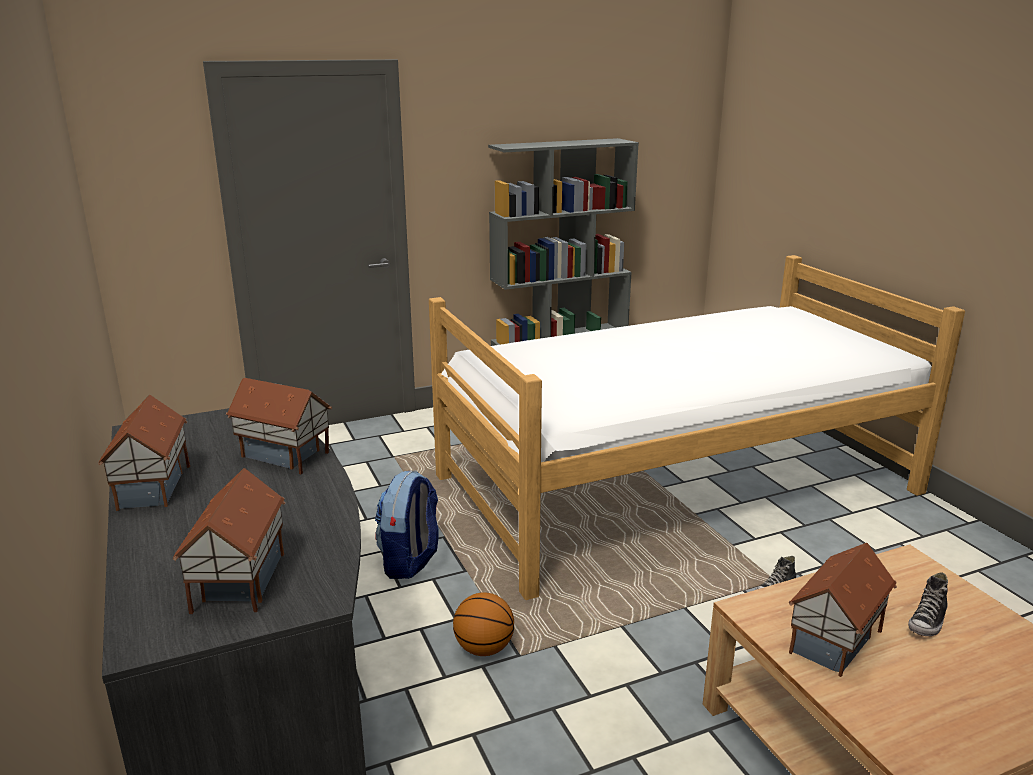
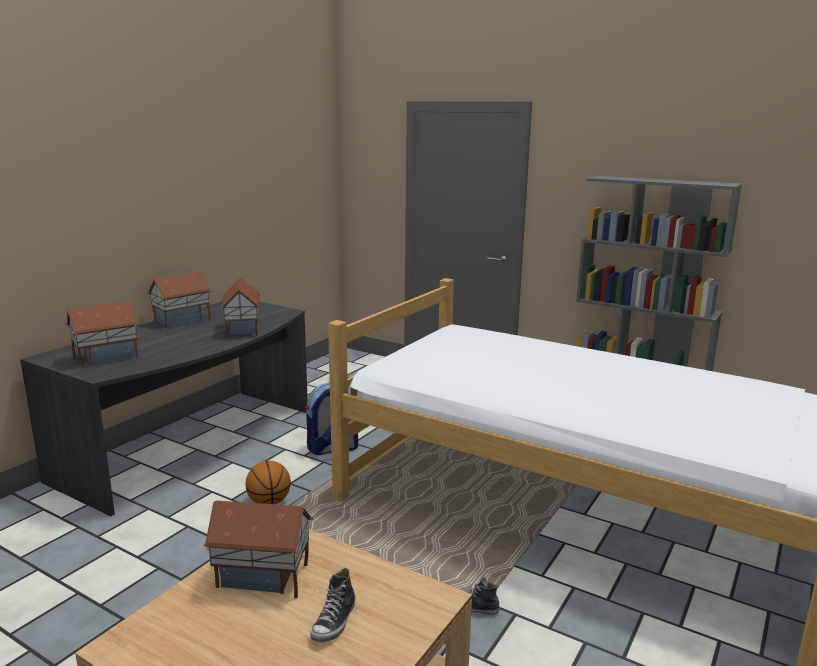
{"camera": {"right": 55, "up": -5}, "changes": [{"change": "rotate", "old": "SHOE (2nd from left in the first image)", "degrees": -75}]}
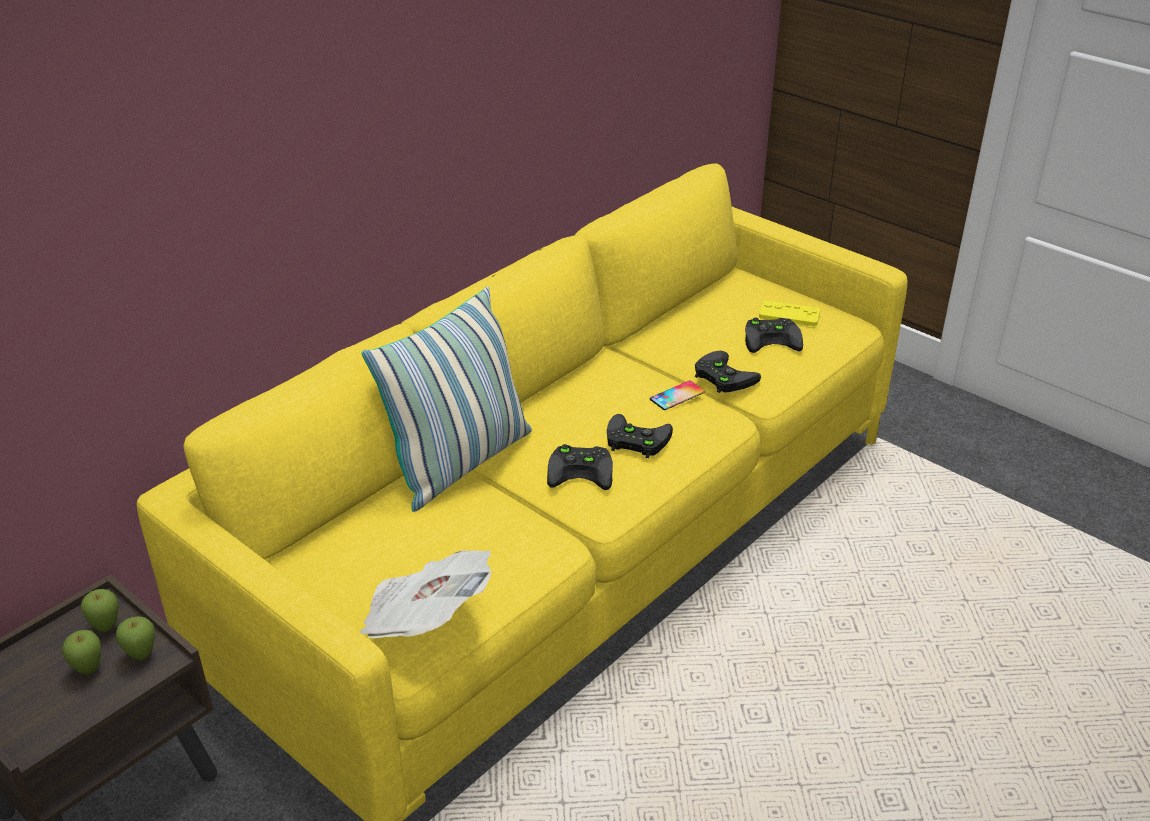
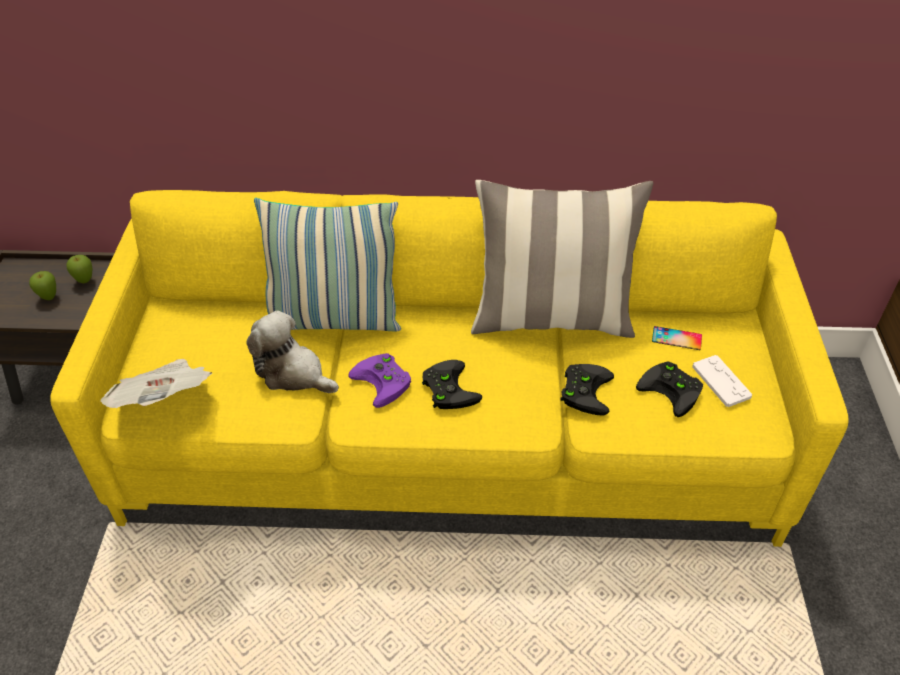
{"camera": {"right": 50, "up": 10}, "changes": [{"change": "recolor", "old": "YELLOW GAME CONTROLLER", "new": "WHITE GAME CONTROLLER"}, {"change": "move", "old": "PHONE"}, {"change": "recolor", "old": "BLACK GAME CONTROLLER (1st from left)", "new": "PURPLE GAME CONTROLLER"}, {"change": "delete", "old": "APPLE (3rd from left)"}, {"change": "insert", "new": "PILLOW (2nd from left)"}, {"change": "insert", "new": "PLUSH TOY"}]}
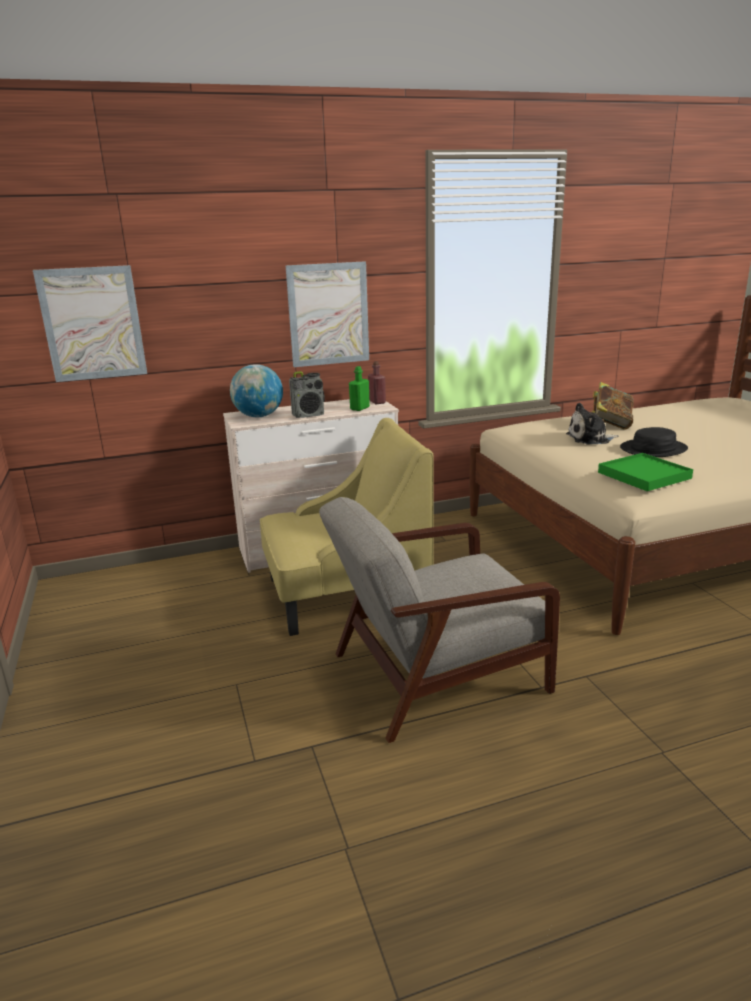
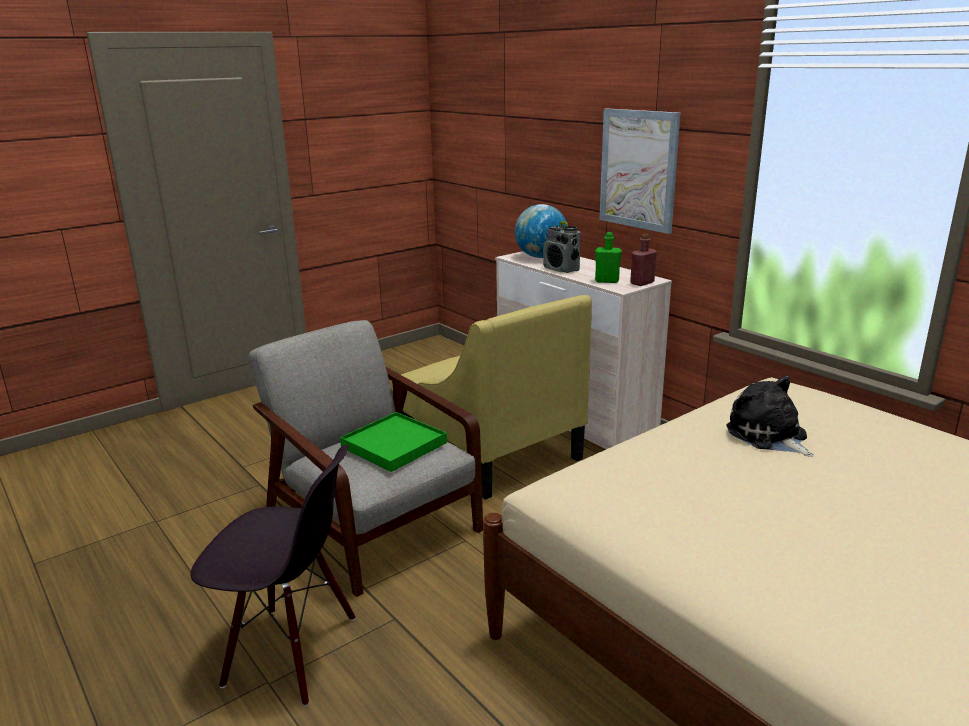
{"camera": {"right": 70, "up": 0}, "changes": [{"change": "delete", "old": "PICTURE (1st from left)"}, {"change": "delete", "old": "BOOK"}, {"change": "delete", "old": "BLACK HAT"}, {"change": "move", "old": "GREEN TRAY"}, {"change": "insert", "new": "BLACK CHAIR"}]}
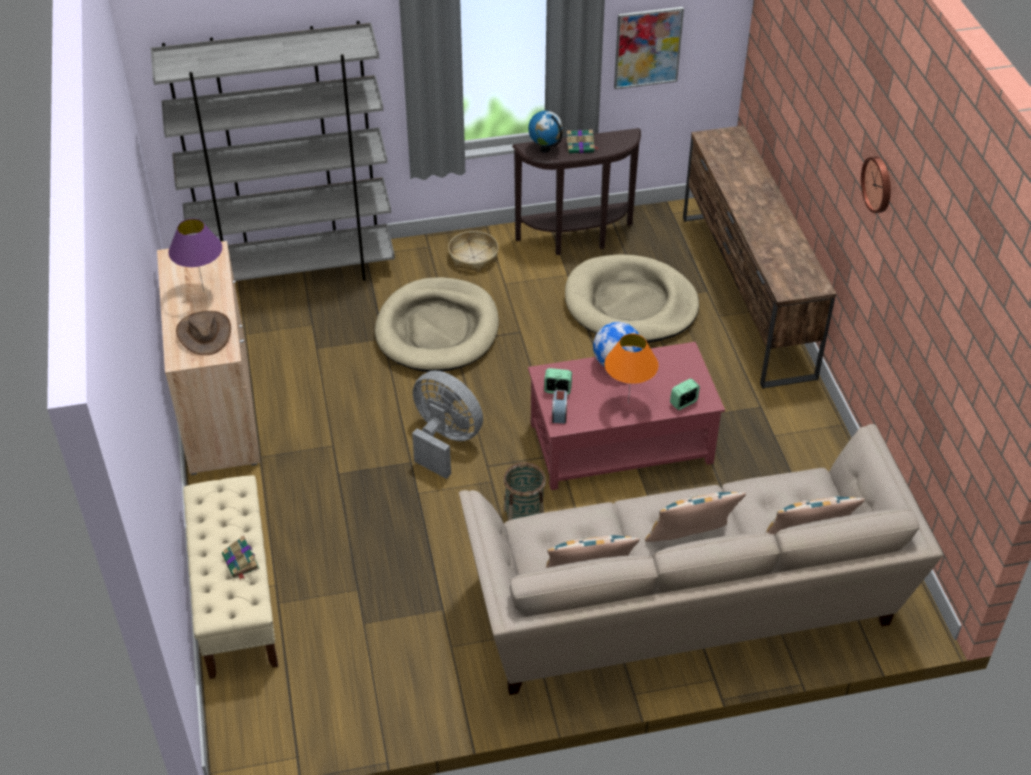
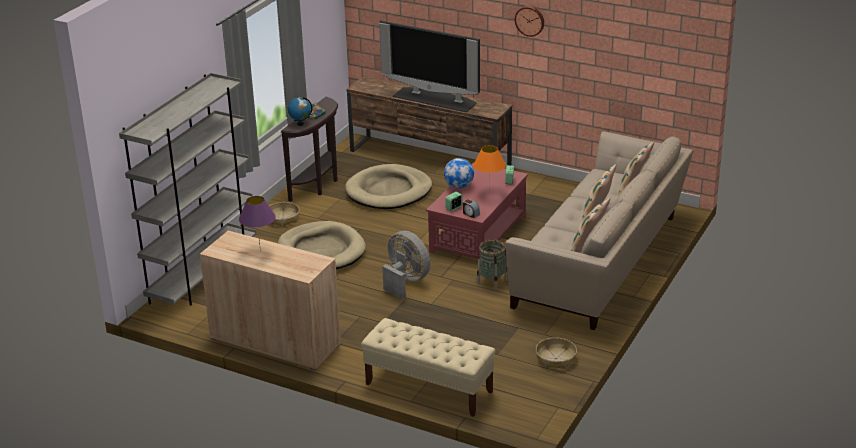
{"camera": {"right": -50, "up": -15}, "changes": [{"change": "delete", "old": "PICTURE"}, {"change": "delete", "old": "BROWN HAT"}, {"change": "rotate", "old": "GREY FAN", "degrees": 60}, {"change": "delete", "old": "BOOK (1st from left)"}, {"change": "insert", "new": "TELEVISION"}, {"change": "insert", "new": "BASKET (3rd from left)"}]}
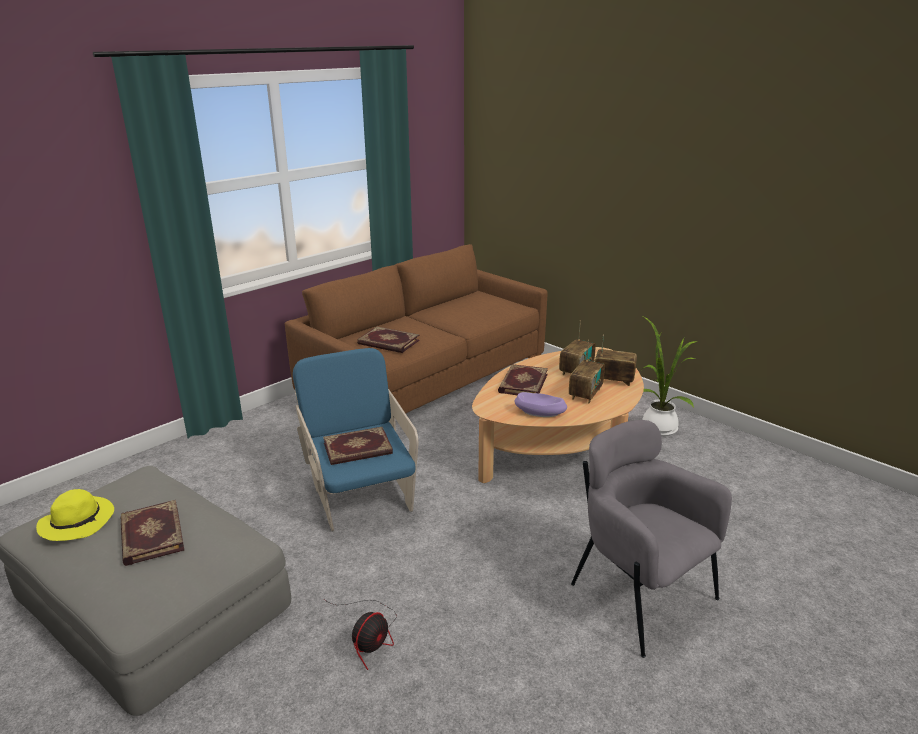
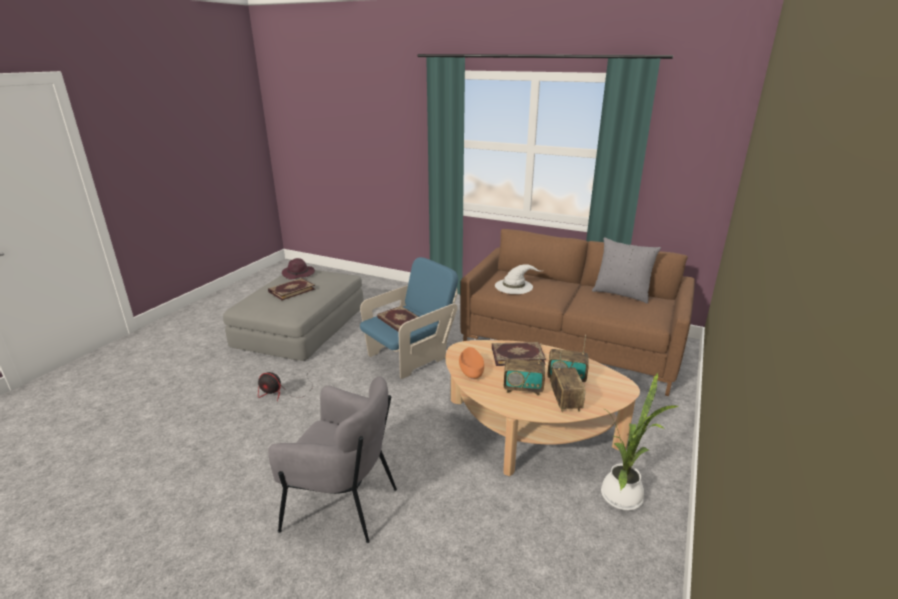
{"camera": {"right": 70, "up": 0}, "changes": [{"change": "replace", "old": "BOOK (3rd from left)", "new": "WHITE HAT"}, {"change": "recolor", "old": "PURPLE BOWL", "new": "ORANGE BOWL"}, {"change": "rotate", "old": "GREY ARMCHAIR", "degrees": 75}, {"change": "recolor", "old": "YELLOW HAT", "new": "PURPLE HAT"}, {"change": "insert", "new": "GREY PILLOW"}]}
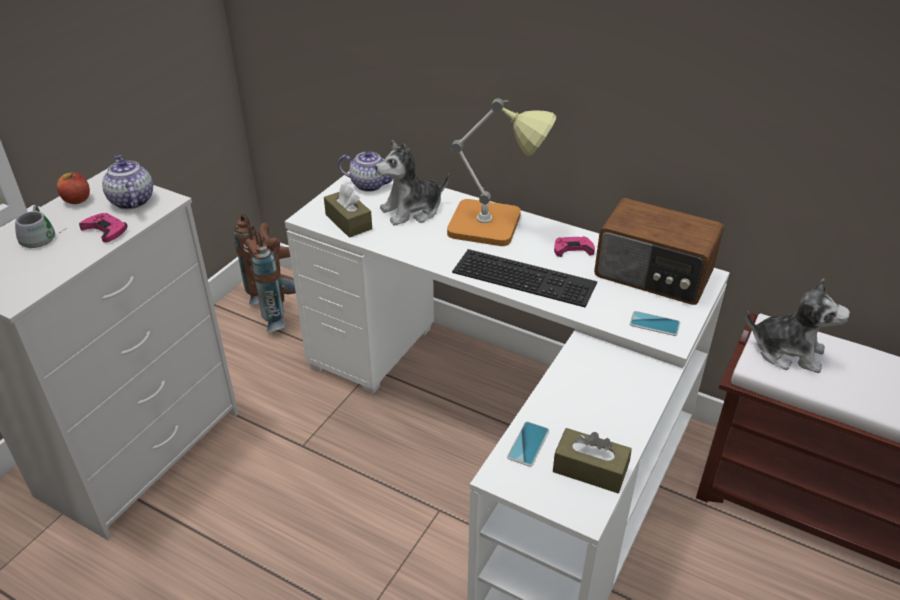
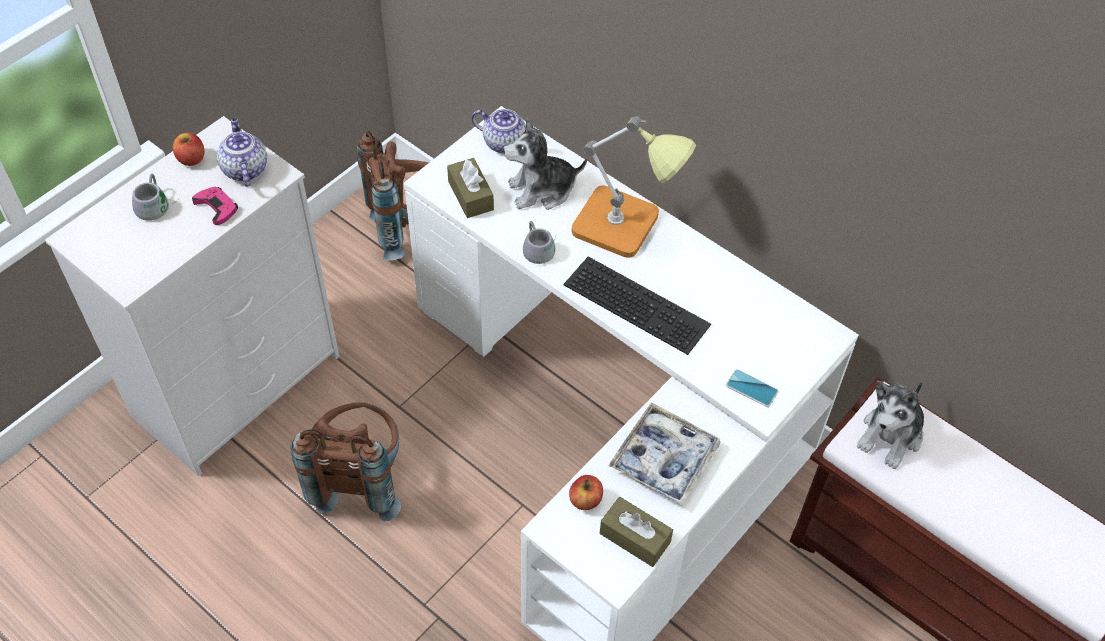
{"camera": {"right": 10, "up": 15}, "changes": [{"change": "delete", "old": "RADIO"}, {"change": "delete", "old": "PINK GAME CONTROLLER (2nd from left)"}, {"change": "rotate", "old": "PLUSH TOY (2nd from left)", "degrees": 90}, {"change": "replace", "old": "PHONE (1st from left)", "new": "APPLE (2nd from left)"}, {"change": "insert", "new": "GREY MUG (2nd from left)"}, {"change": "insert", "new": "TRAY"}, {"change": "insert", "new": "BROWN BACKPACK (1st from left)"}]}
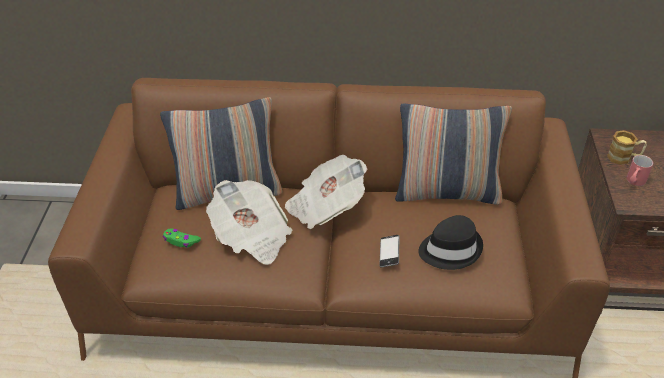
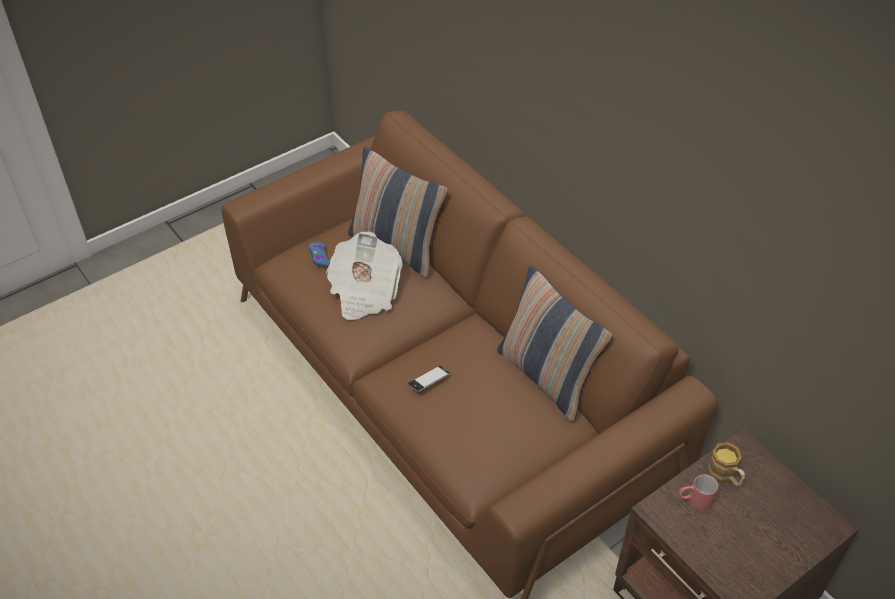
{"camera": {"right": 50, "up": 5}, "changes": [{"change": "delete", "old": "NEWSPAPER (2nd from left)"}, {"change": "delete", "old": "BLACK HAT"}, {"change": "recolor", "old": "GREEN GAME CONTROLLER", "new": "BLUE GAME CONTROLLER"}]}
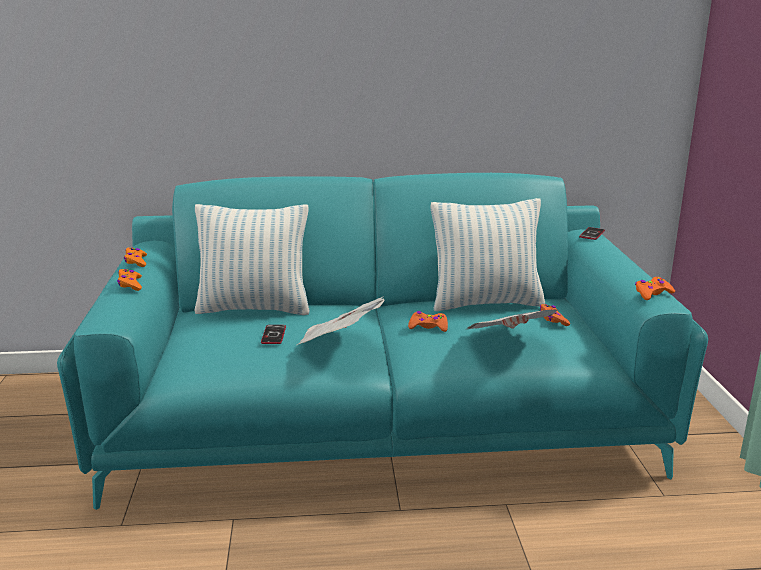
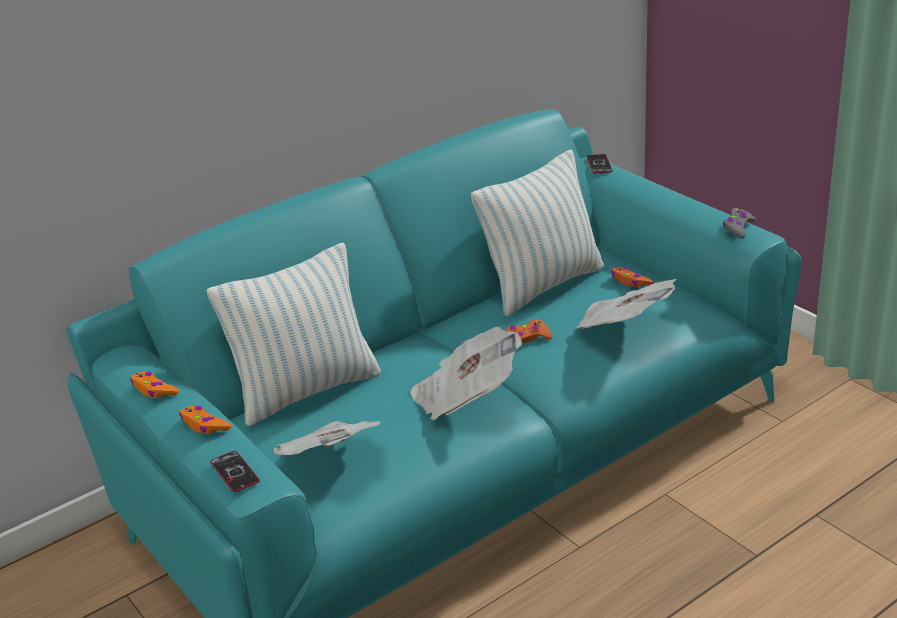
{"camera": {"right": -30, "up": 10}, "changes": [{"change": "recolor", "old": "ORANGE GAME CONTROLLER (5th from left)", "new": "GREY GAME CONTROLLER"}, {"change": "move", "old": "PHONE (1st from left)"}, {"change": "insert", "new": "NEWSPAPER (1st from left)"}]}
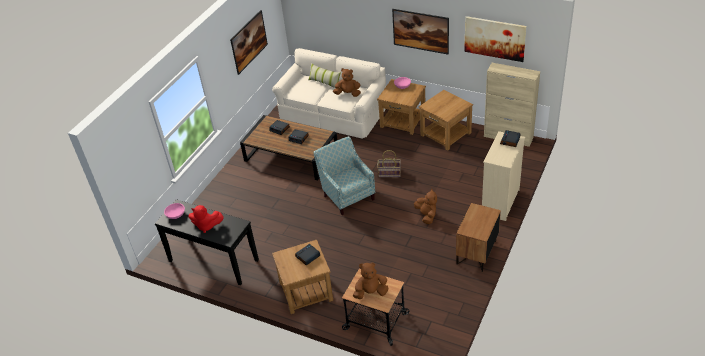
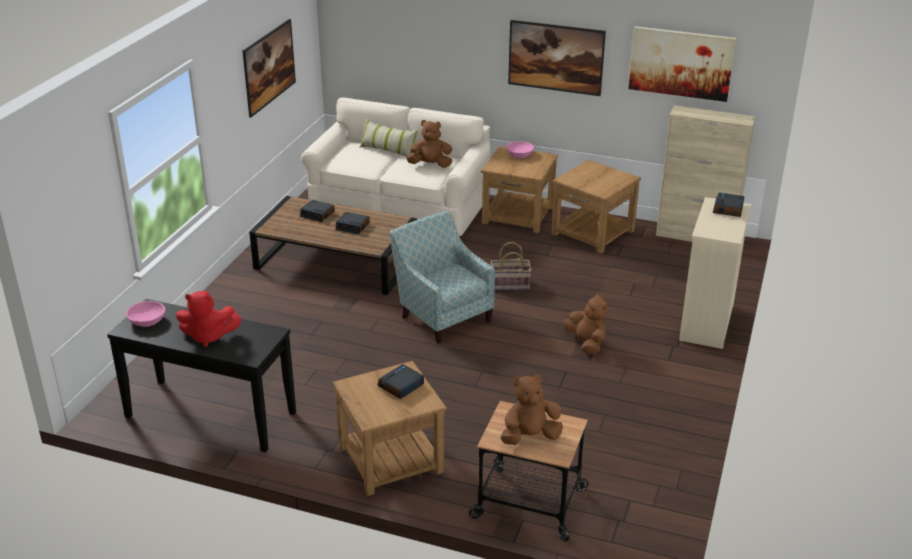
{"camera": {"right": -10, "up": -10}, "changes": [{"change": "delete", "old": "BROWN NIGHTSTAND"}]}
